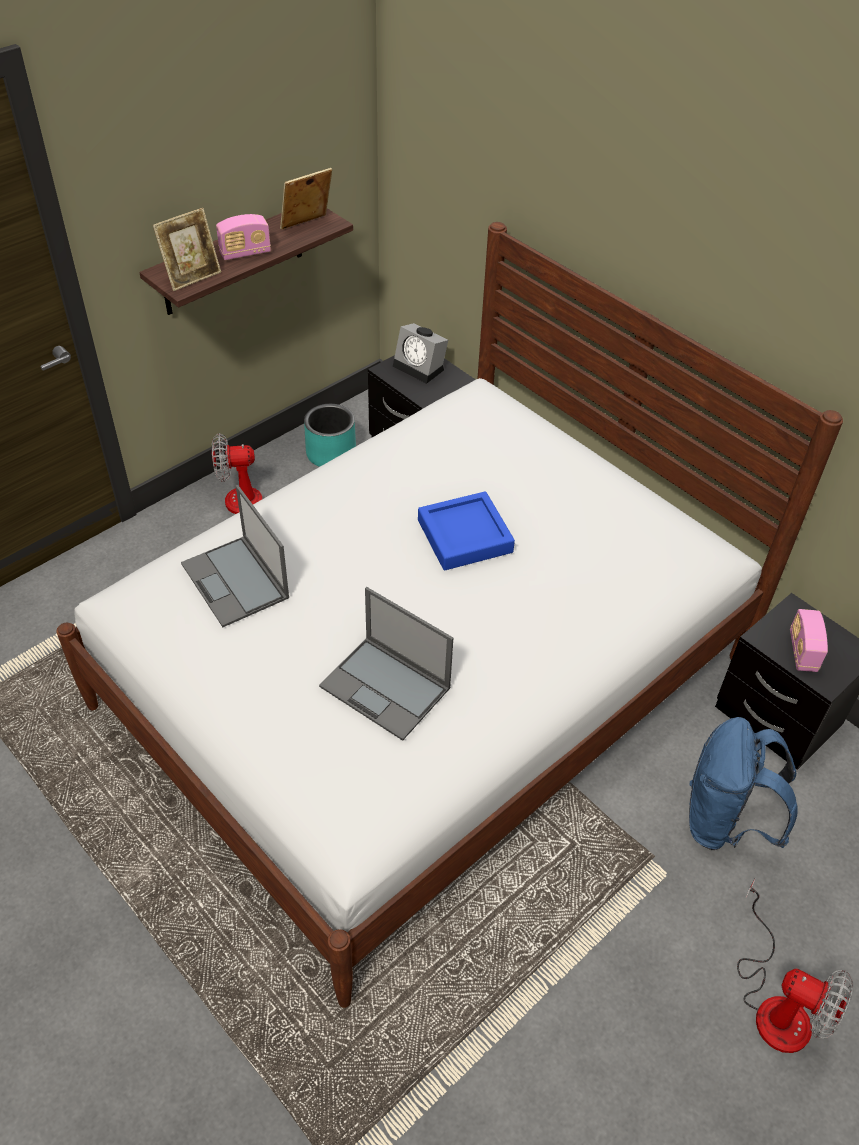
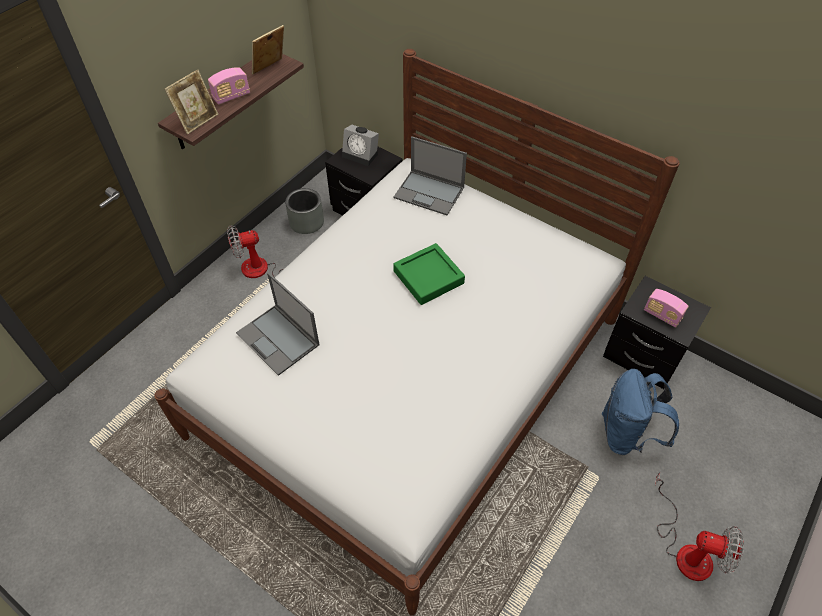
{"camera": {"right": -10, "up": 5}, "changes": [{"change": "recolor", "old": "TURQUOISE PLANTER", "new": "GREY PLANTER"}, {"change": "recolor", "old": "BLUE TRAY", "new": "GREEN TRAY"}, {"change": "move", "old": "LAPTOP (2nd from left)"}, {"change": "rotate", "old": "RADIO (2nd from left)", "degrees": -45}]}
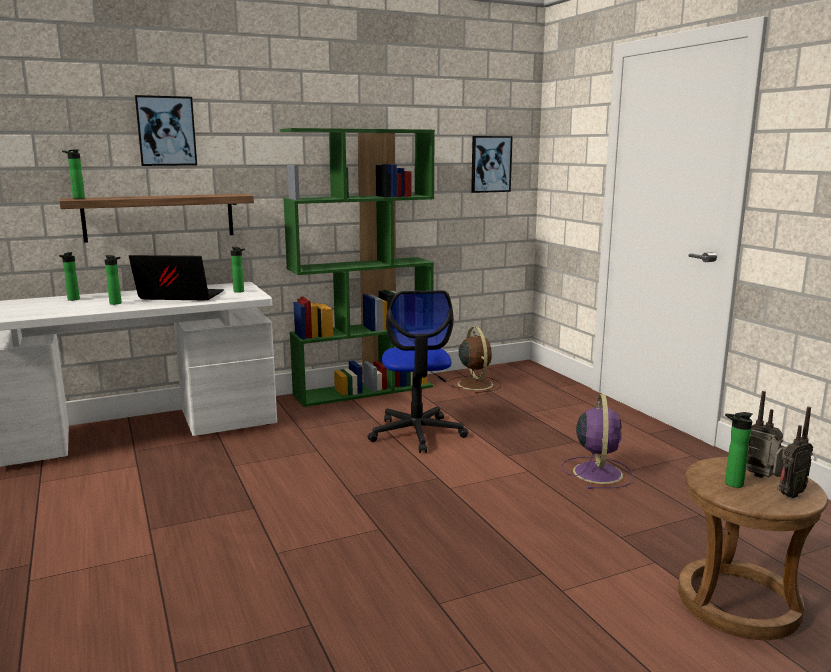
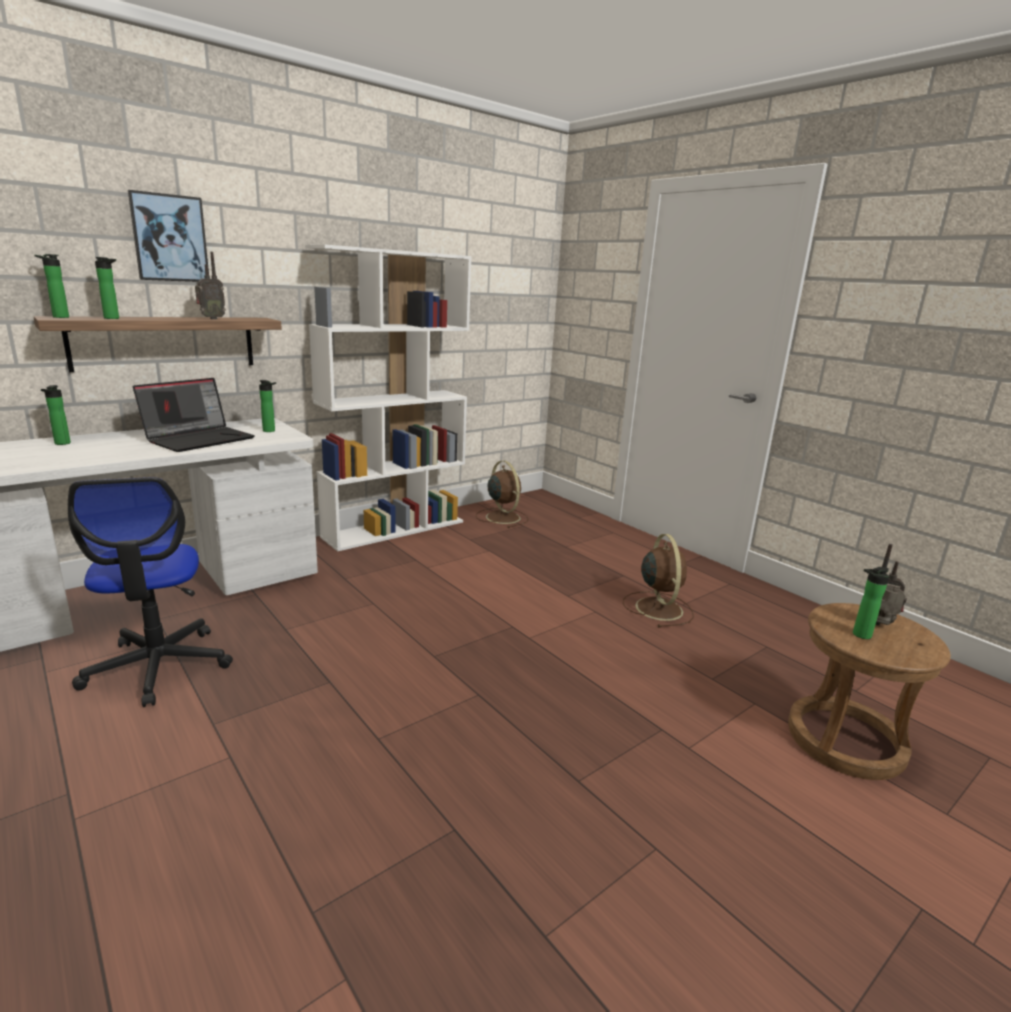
{"camera": {"right": -15, "up": 5}, "changes": [{"change": "recolor", "old": "GREEN BOOKCASE", "new": "WHITE BOOKCASE"}, {"change": "delete", "old": "PICTURE (2nd from left)"}, {"change": "move", "old": "BOTTLE (3rd from left)"}, {"change": "rotate", "old": "LAPTOP", "degrees": 135}, {"change": "move", "old": "OFFICE CHAIR"}, {"change": "recolor", "old": "PURPLE FAN", "new": "BROWN FAN (2nd from left)"}, {"change": "move", "old": "RADIO (2nd from left in the first image)", "new": "RADIO (1st from left)"}]}
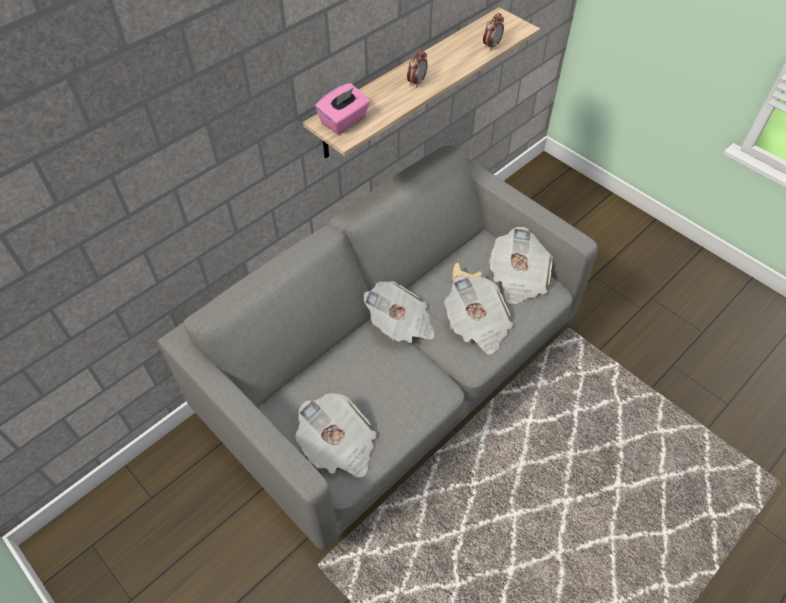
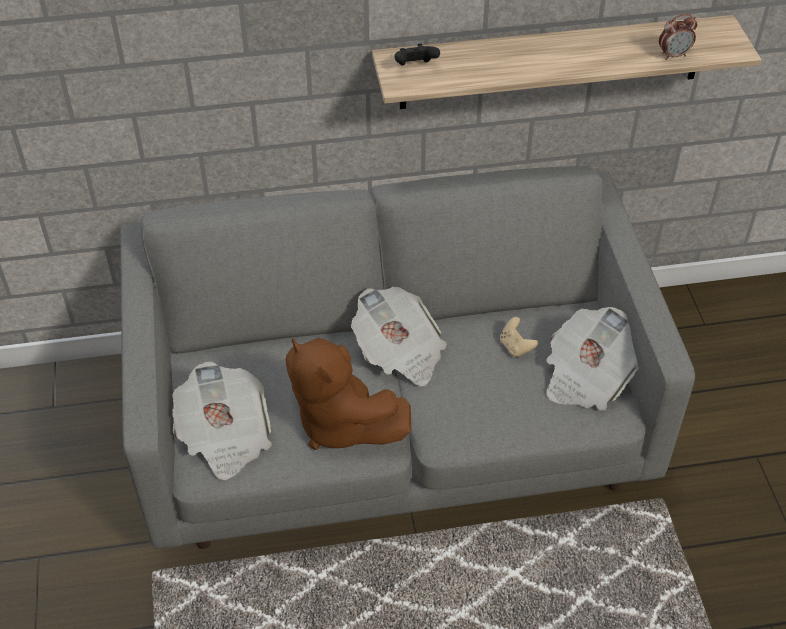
{"camera": {"right": 35, "up": -5}, "changes": [{"change": "delete", "old": "ALARM CLOCK (1st from left)"}, {"change": "replace", "old": "PINK TISSUE BOX", "new": "BLACK GAME CONTROLLER"}, {"change": "delete", "old": "NEWSPAPER (3rd from left)"}, {"change": "insert", "new": "BROWN PLUSH TOY"}]}
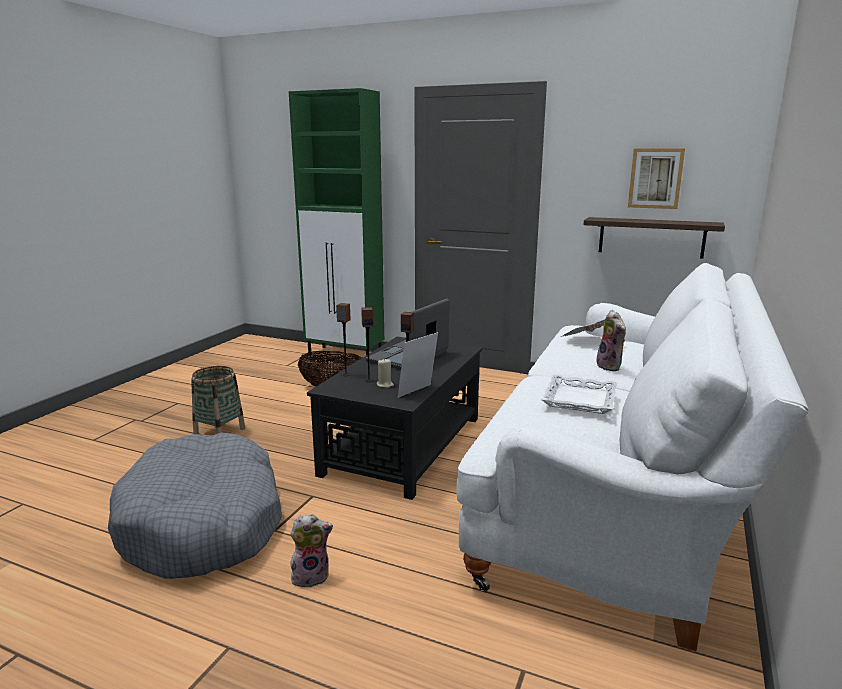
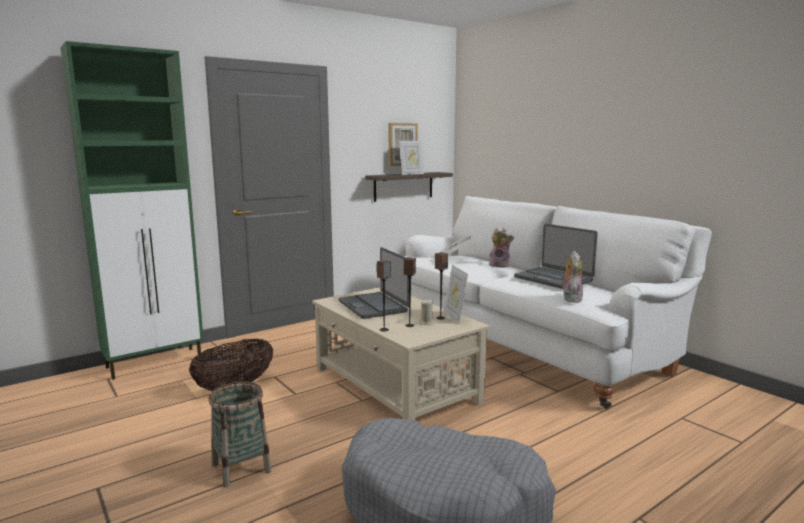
{"camera": {"right": -60, "up": -5}, "changes": [{"change": "recolor", "old": "BLACK COFFEE TABLE", "new": "BEIGE COFFEE TABLE"}, {"change": "replace", "old": "WHITE TRAY", "new": "LAPTOP (2nd from left)"}, {"change": "move", "old": "PLUSH TOY (1st from left in the first image)", "new": "PLUSH TOY (2nd from left)"}, {"change": "insert", "new": "PICTURE FRAME (1st from left)"}]}
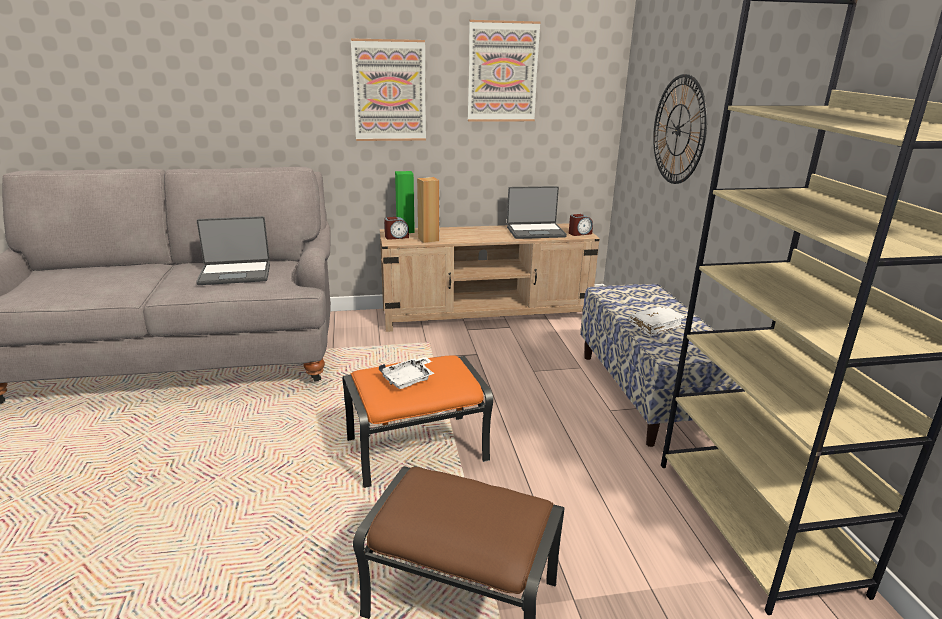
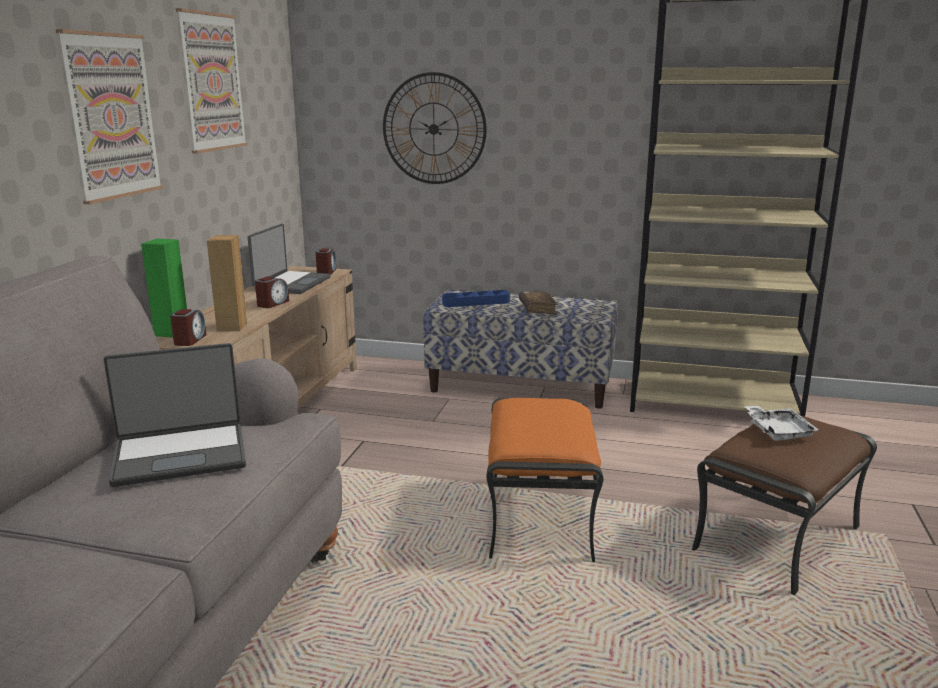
{"camera": {"right": -65, "up": -5}, "changes": [{"change": "rotate", "old": "LAPTOP (1st from left)", "degrees": 60}, {"change": "recolor", "old": "WHITE BOOK", "new": "BROWN BOOK"}, {"change": "move", "old": "WHITE TRAY"}, {"change": "insert", "new": "ALARM CLOCK (2nd from left)"}, {"change": "insert", "new": "BLUE TRAY"}]}
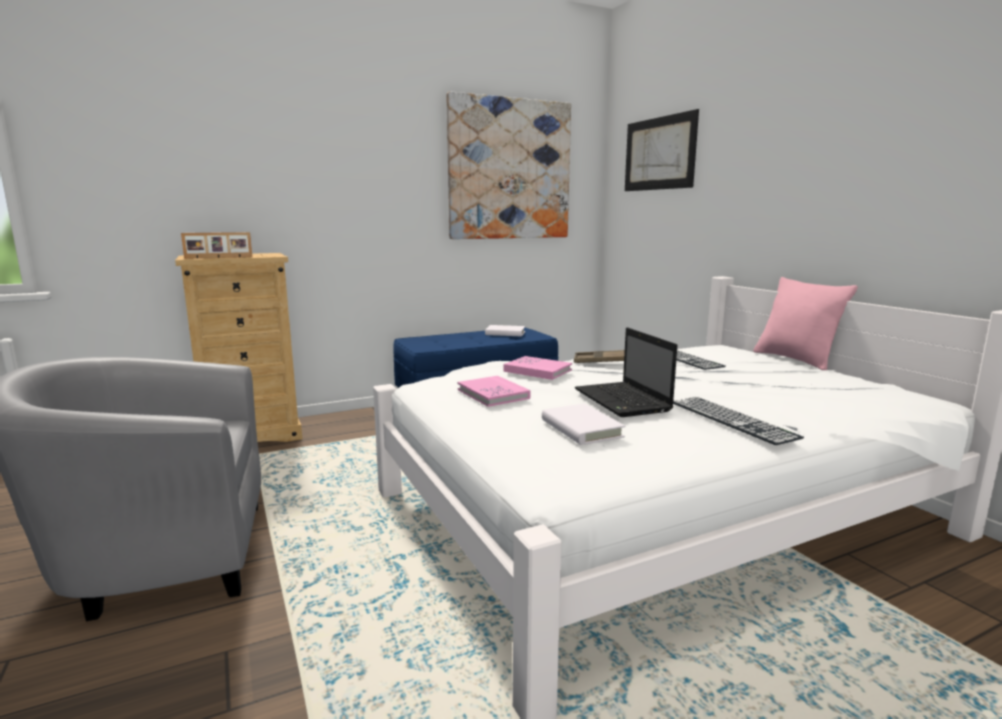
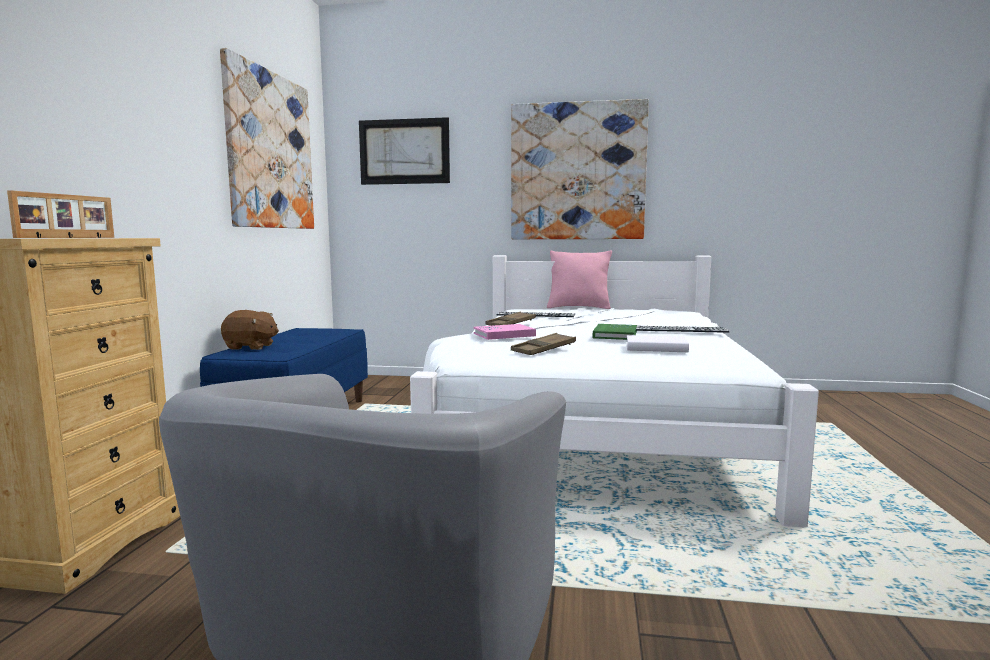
{"camera": {"right": -55, "up": -5}, "changes": [{"change": "delete", "old": "WHITE BOOK (1st from left)"}, {"change": "replace", "old": "LAPTOP", "new": "GREEN BOOK"}, {"change": "replace", "old": "PINK BOOK (1st from left)", "new": "BROWN TRAY (2nd from left)"}, {"change": "insert", "new": "PICTURE (3rd from left)"}, {"change": "insert", "new": "BROWN PLUSH TOY"}]}
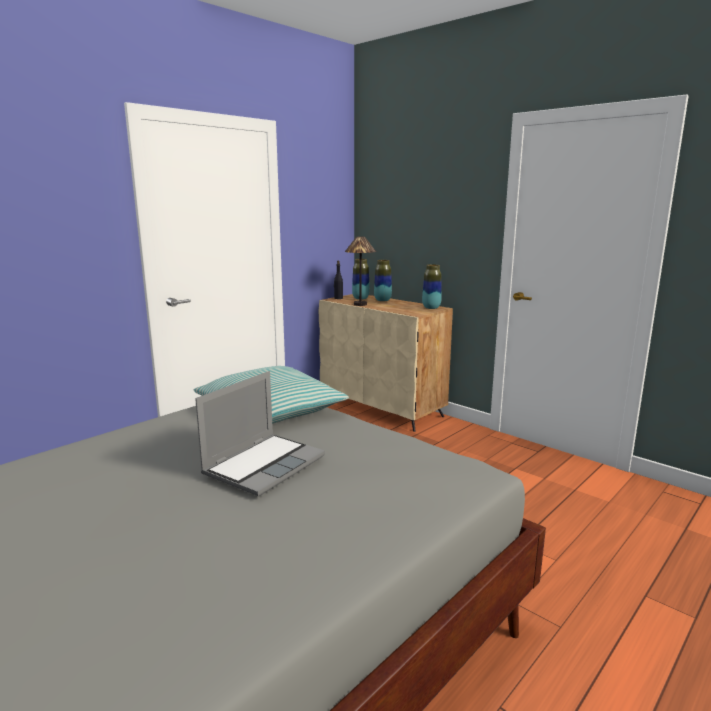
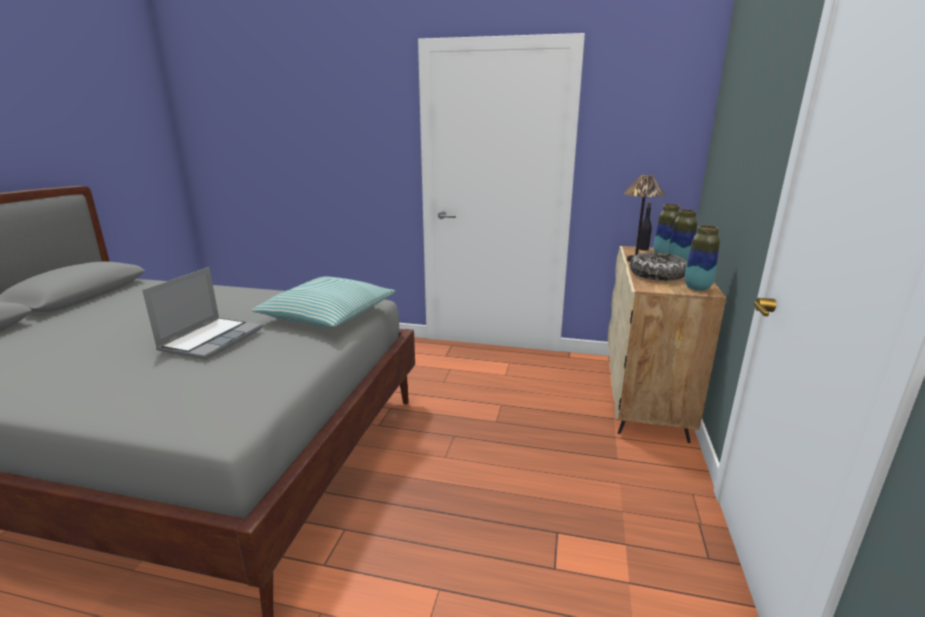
{"camera": {"right": 60, "up": 5}, "changes": [{"change": "rotate", "old": "LAPTOP", "degrees": -75}, {"change": "insert", "new": "BOWL"}]}
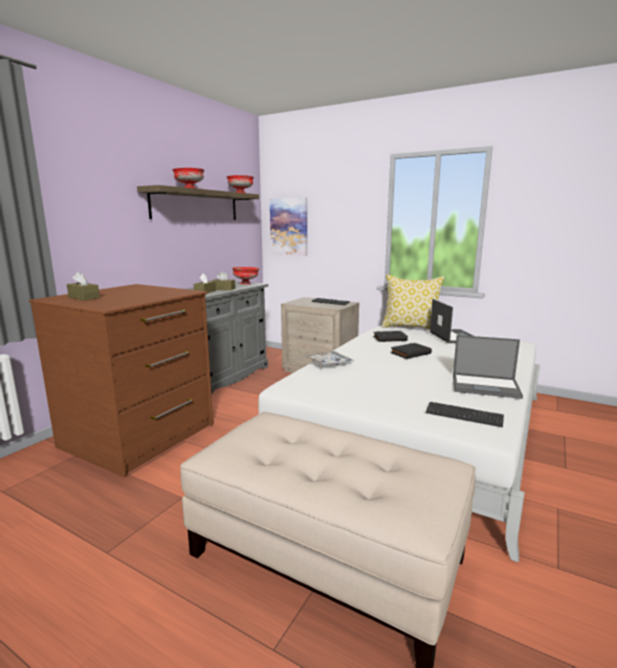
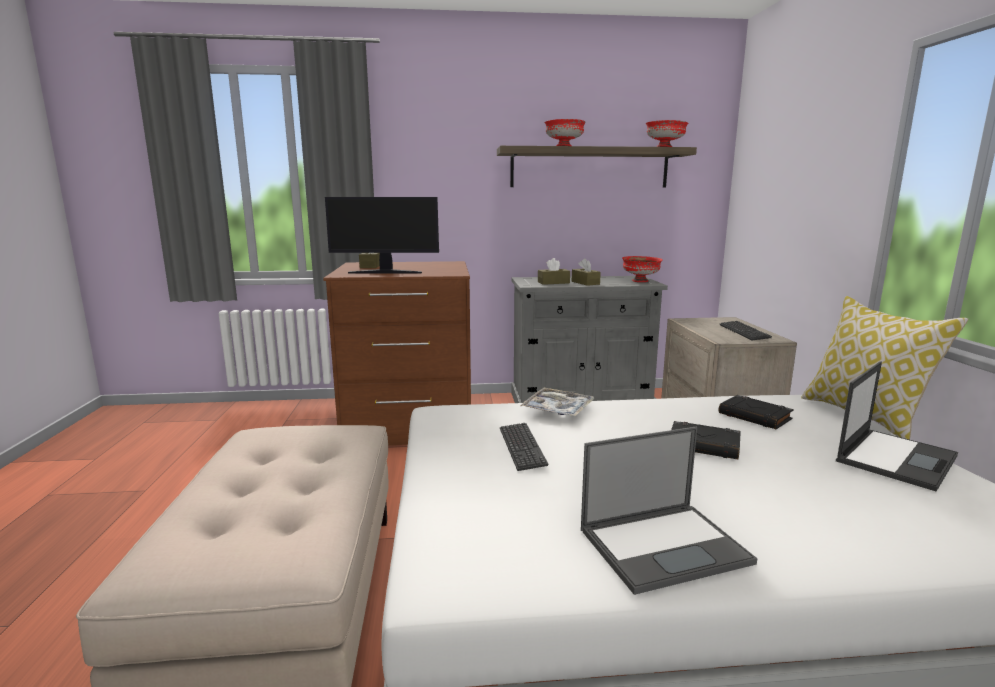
{"camera": {"right": 55, "up": 0}, "changes": [{"change": "delete", "old": "PICTURE"}, {"change": "rotate", "old": "LAPTOP (2nd from left in the first image)", "degrees": -90}, {"change": "move", "old": "KEYBOARD (2nd from left in the first image)", "new": "KEYBOARD (1st from left)"}, {"change": "insert", "new": "MONITOR"}]}
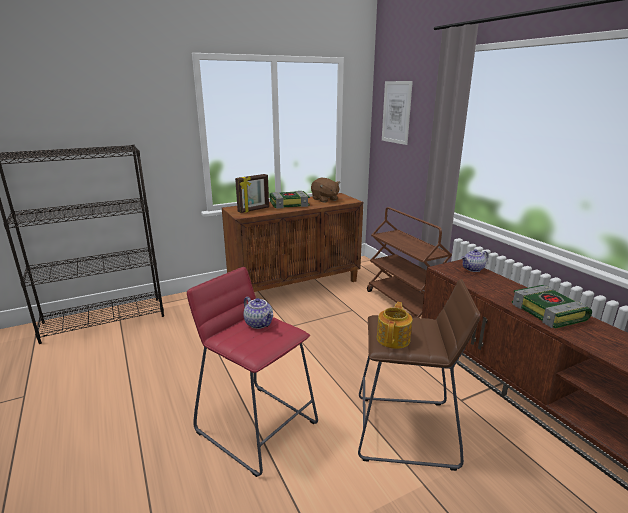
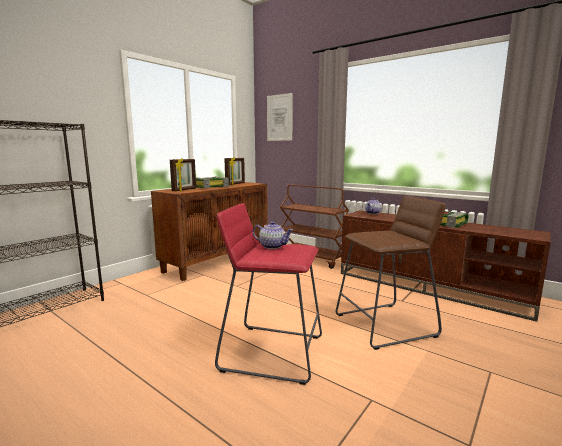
{"camera": {"right": -25, "up": -10}, "changes": [{"change": "replace", "old": "BROWN PLUSH TOY", "new": "PICTURE FRAME (2nd from left)"}, {"change": "delete", "old": "TEAPOT (2nd from left)"}]}
